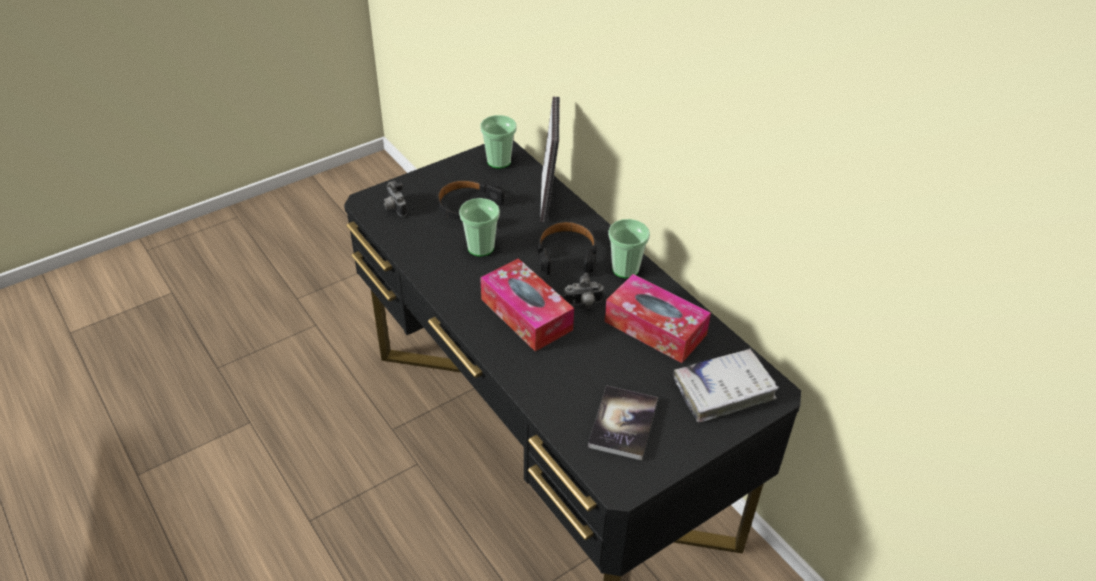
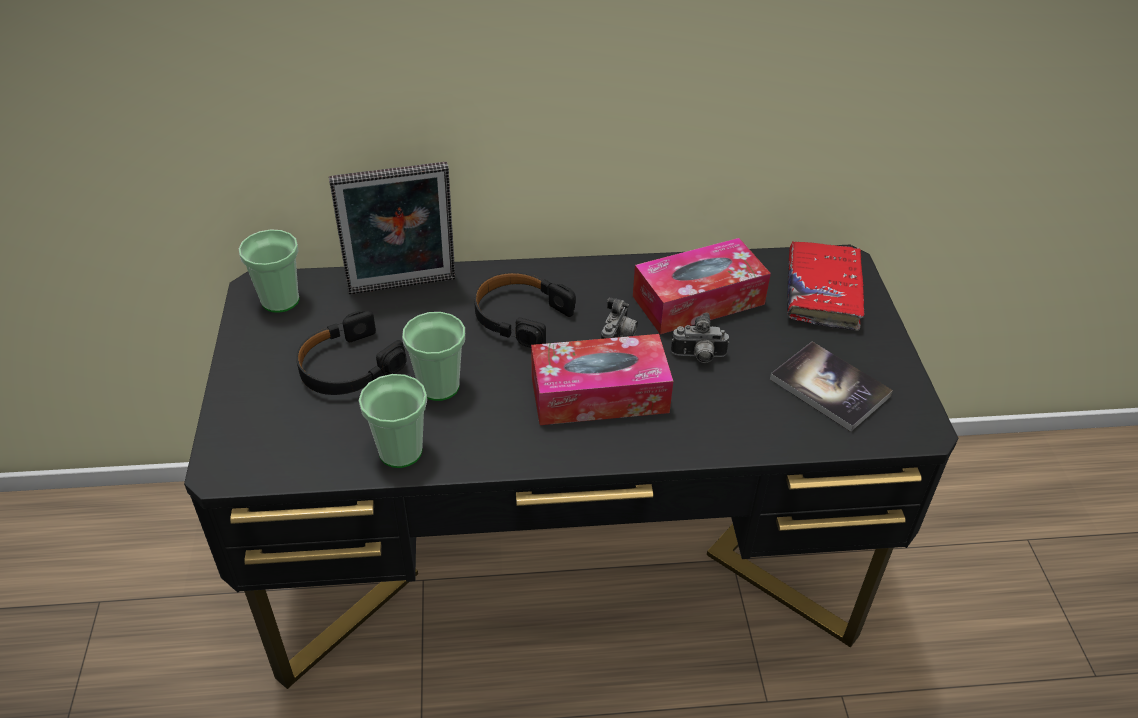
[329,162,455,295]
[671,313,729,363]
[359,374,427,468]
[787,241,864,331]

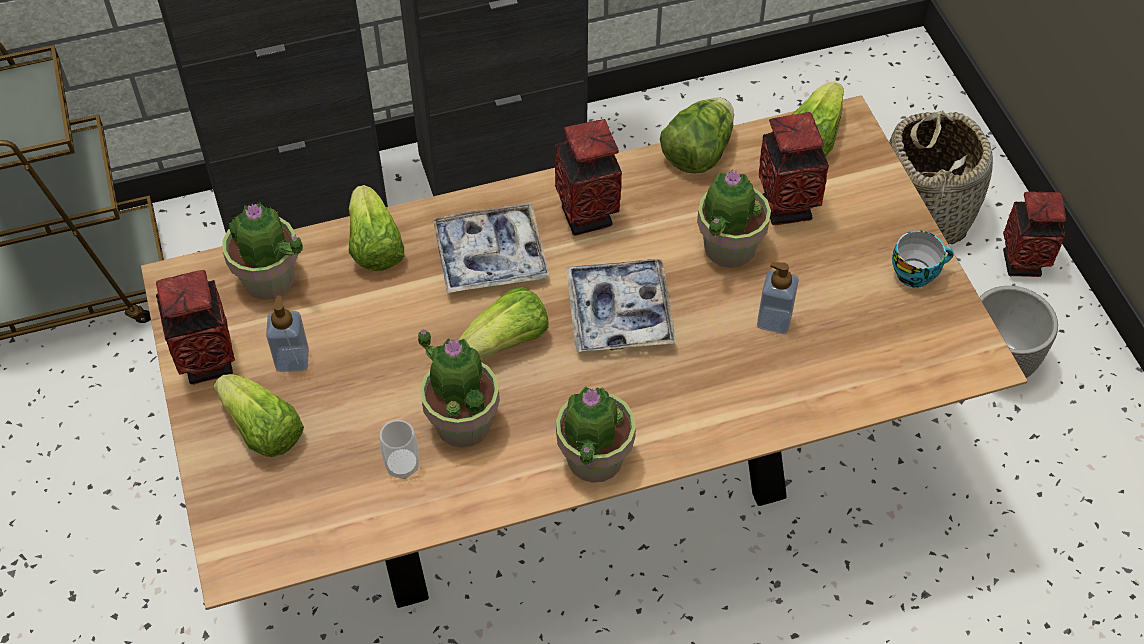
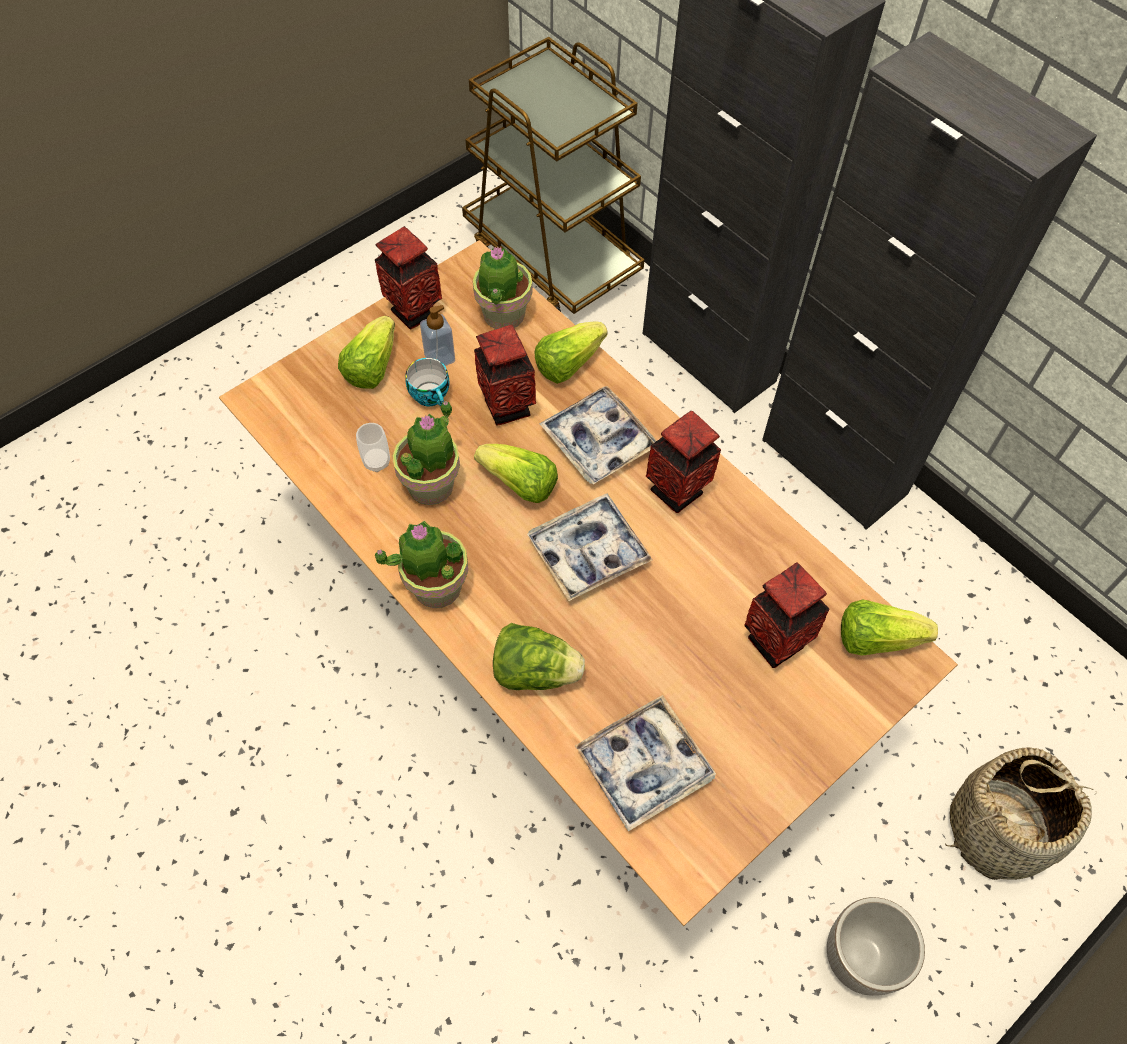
[493,623,585,690]
[697,169,771,268] (first image)
[474,325,536,426]
[405,358,450,406]
[757,262,799,334] (first image)
[575,695,716,832]

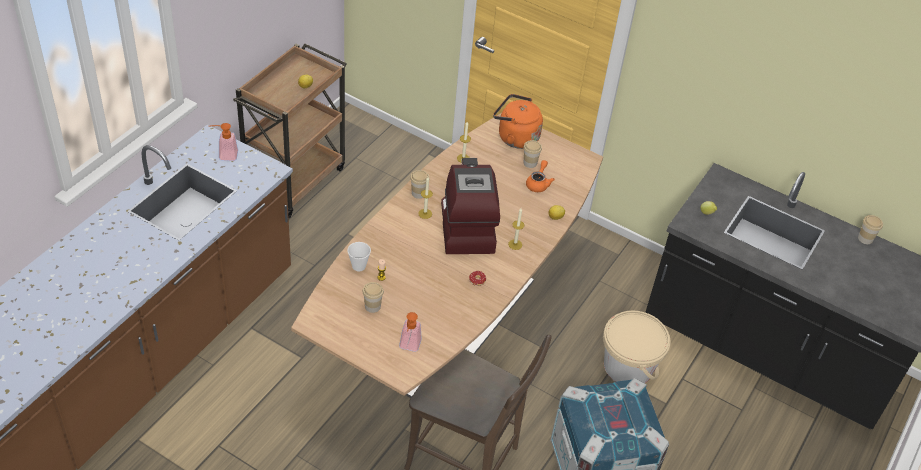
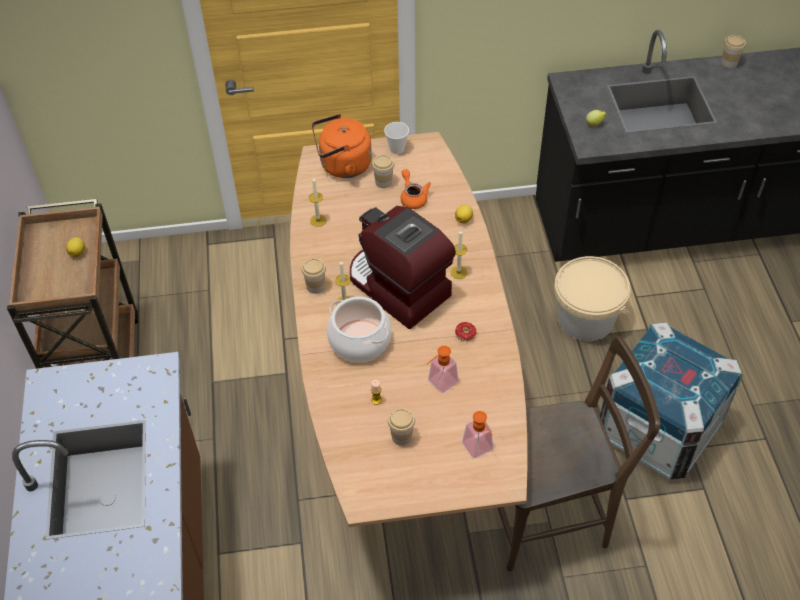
[427,346,459,393]
[384,122,409,154]
[327,296,391,362]

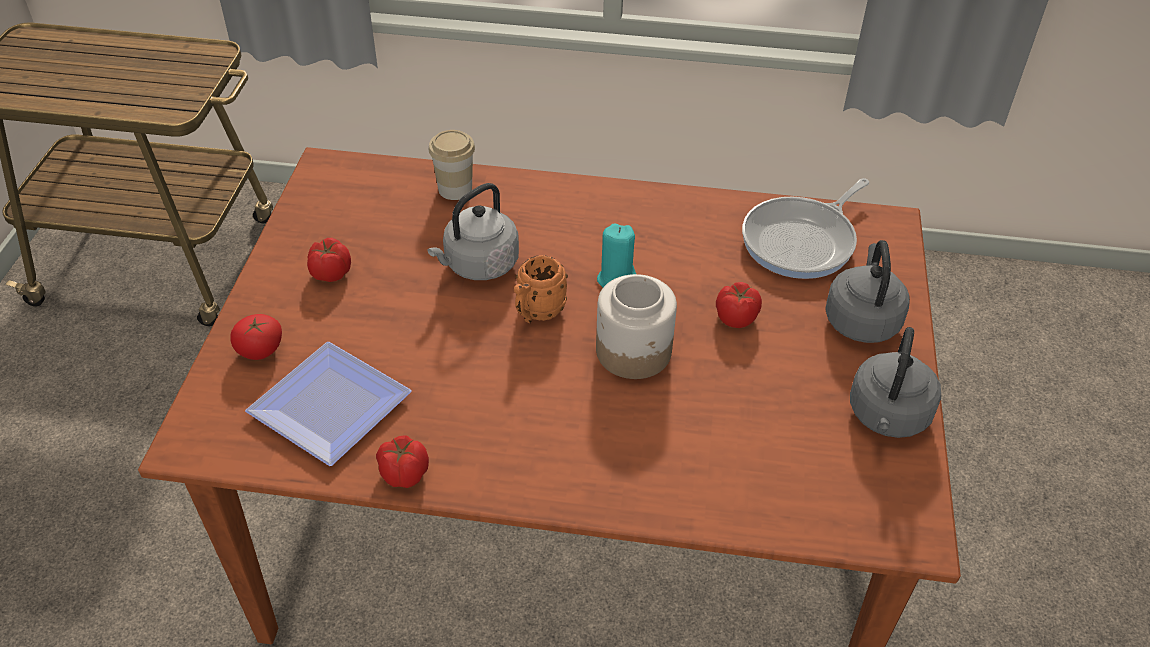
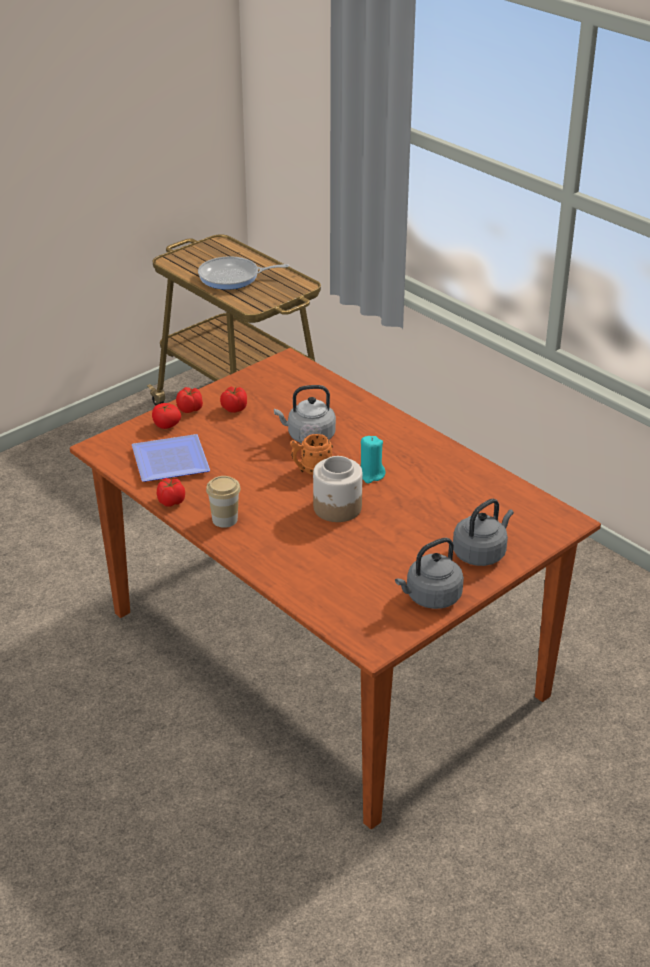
[206,476,240,528]
[198,257,289,290]
[176,387,203,413]

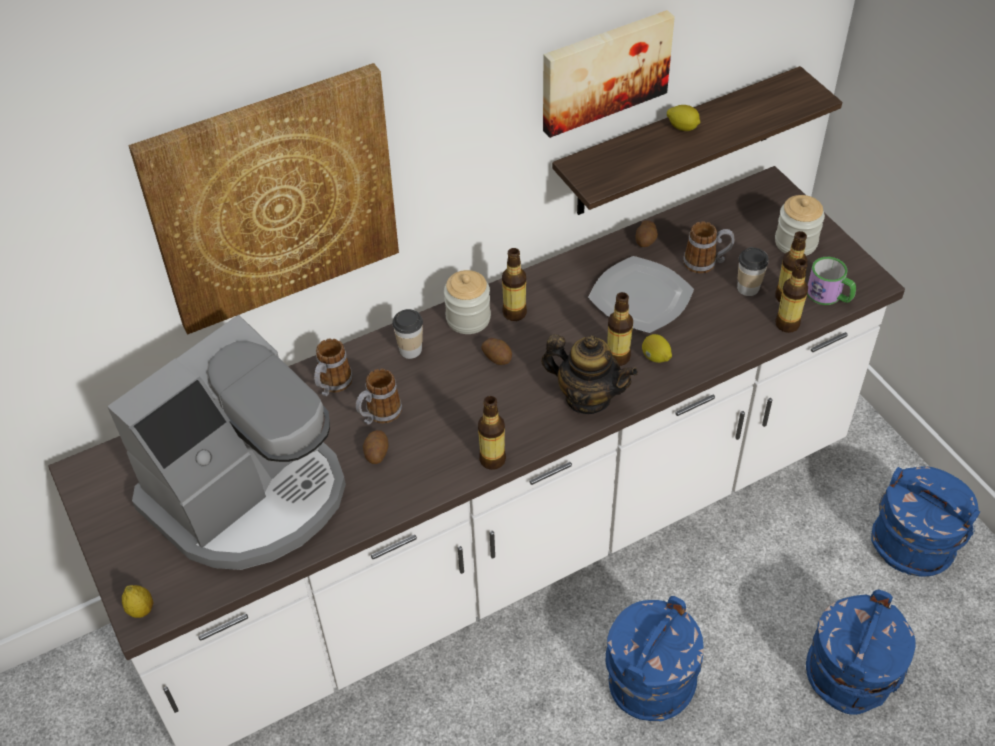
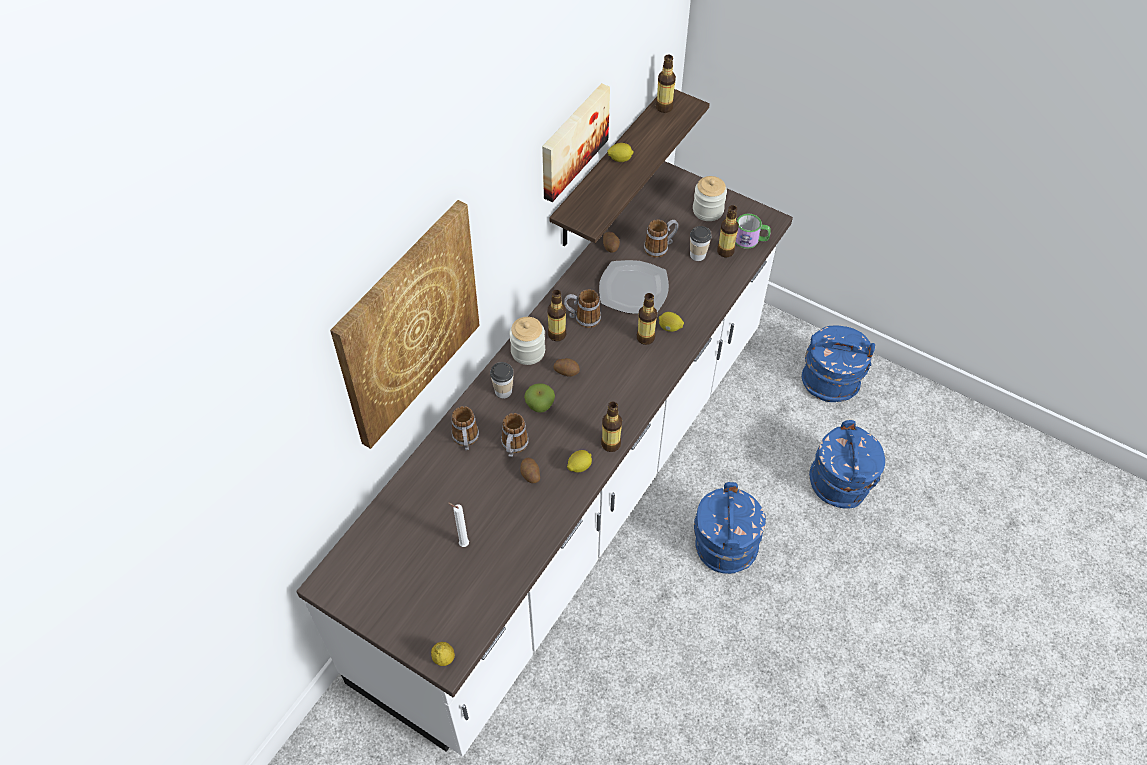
[656,55,676,113]
[448,502,469,547]
[541,334,638,414] (first image)
[564,289,601,328]
[524,383,555,413]
[567,450,592,472]

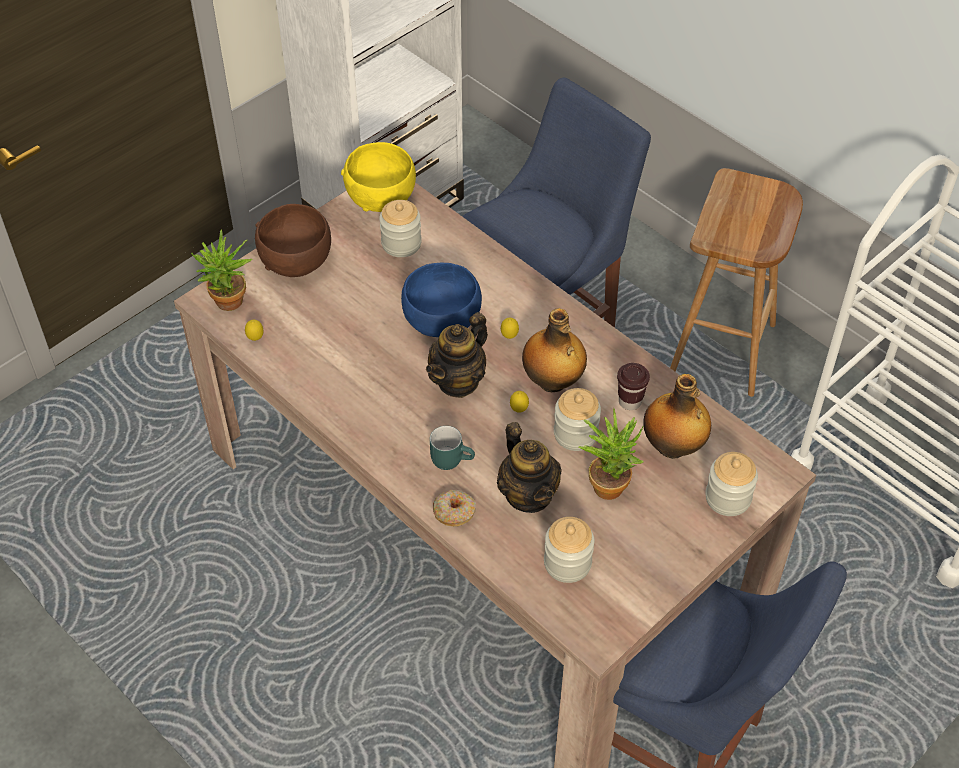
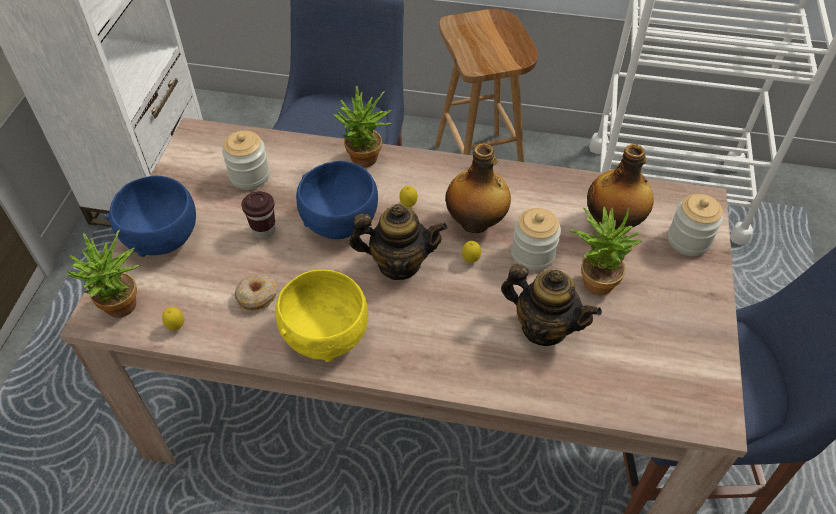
[275,270,368,362]
[106,176,196,257]
[349,204,447,280]
[241,191,275,239]
[430,426,475,470] (first image)
[235,275,277,310]
[544,517,595,583] (first image)
[333,85,392,168]

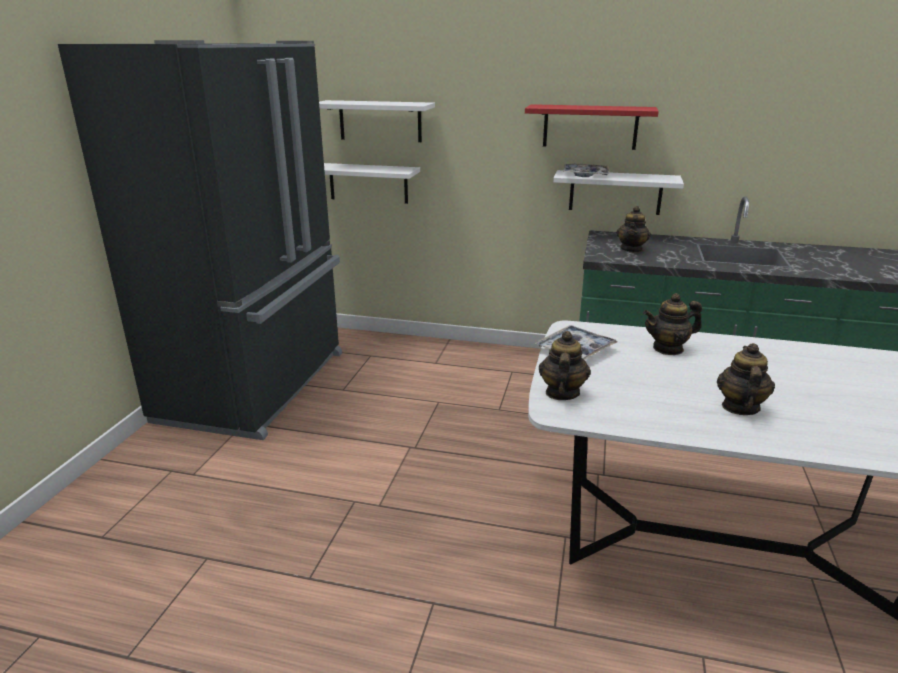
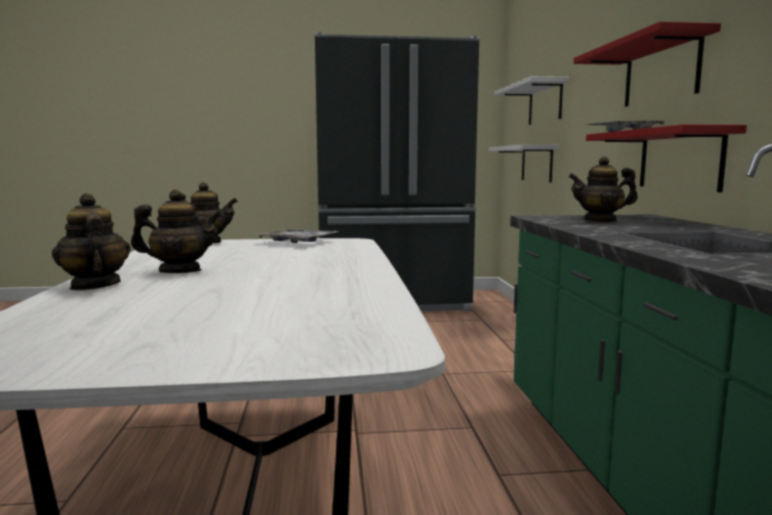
[586,124,747,192]
[52,193,131,290]

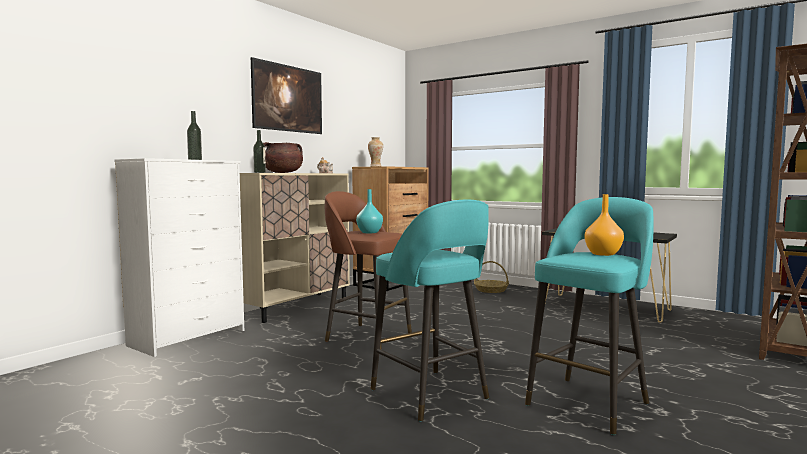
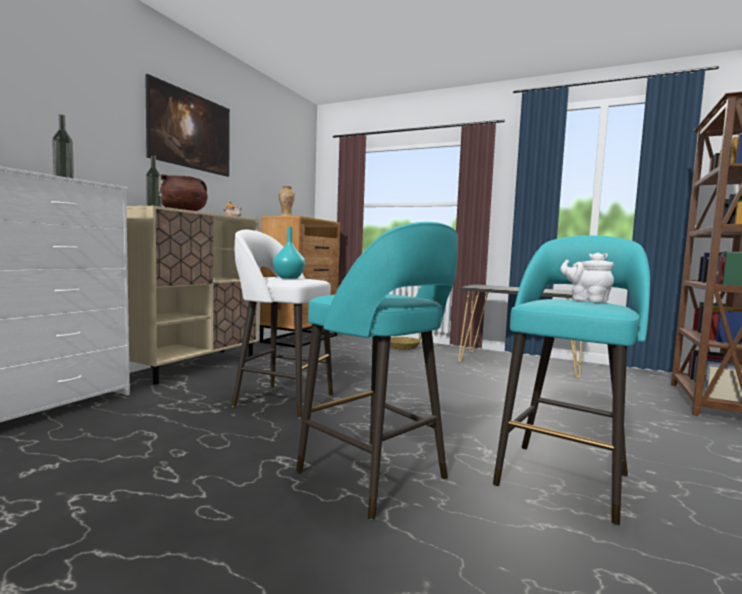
[231,230,333,418]
[560,252,614,302]

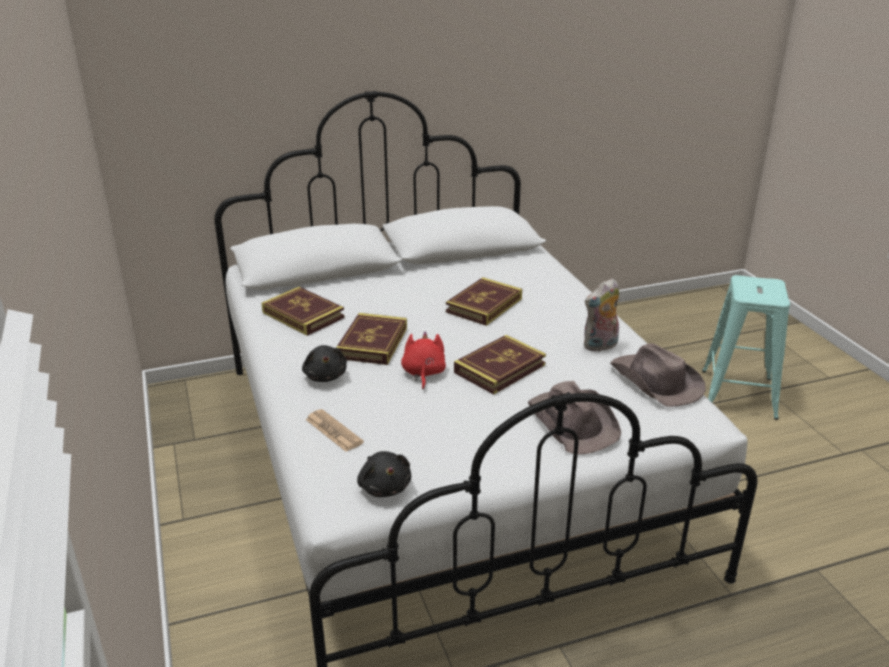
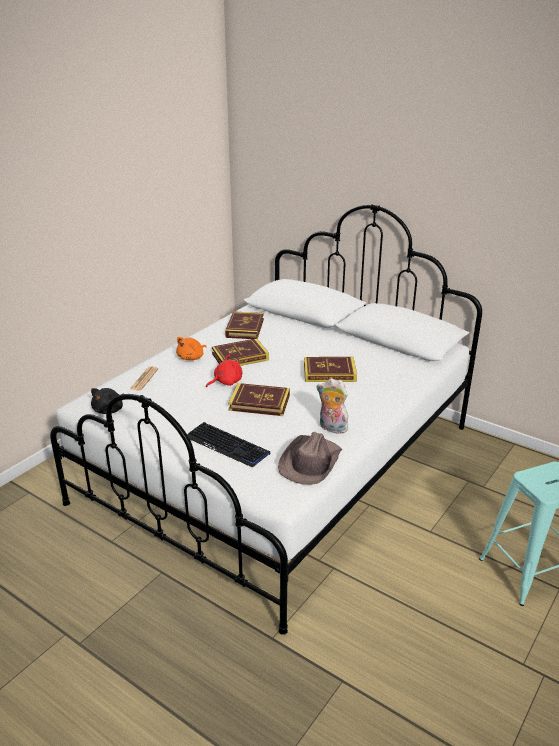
[176,337,207,360]
[187,422,270,468]

